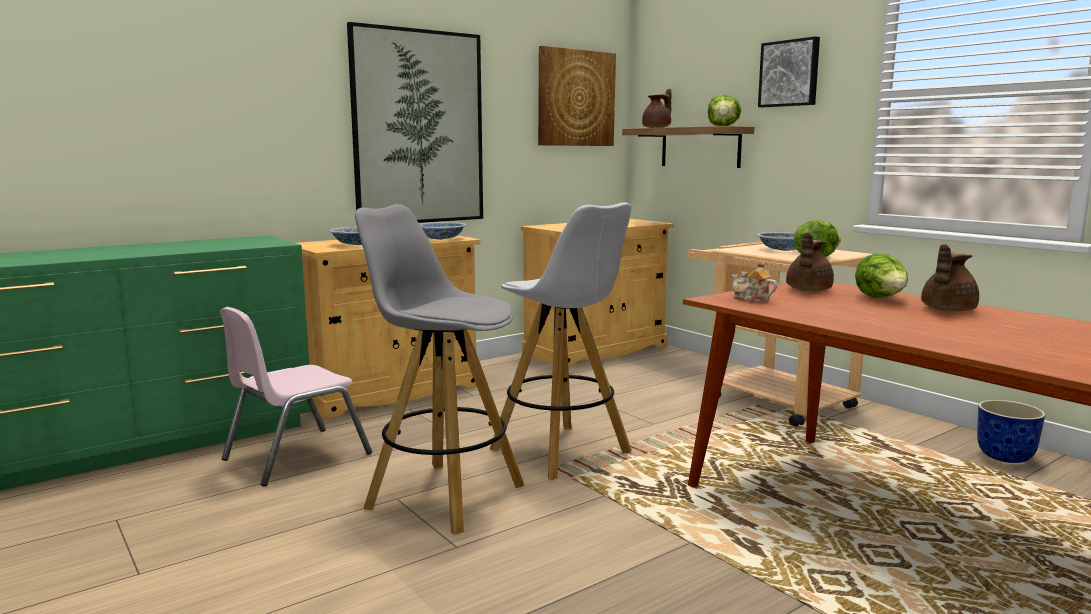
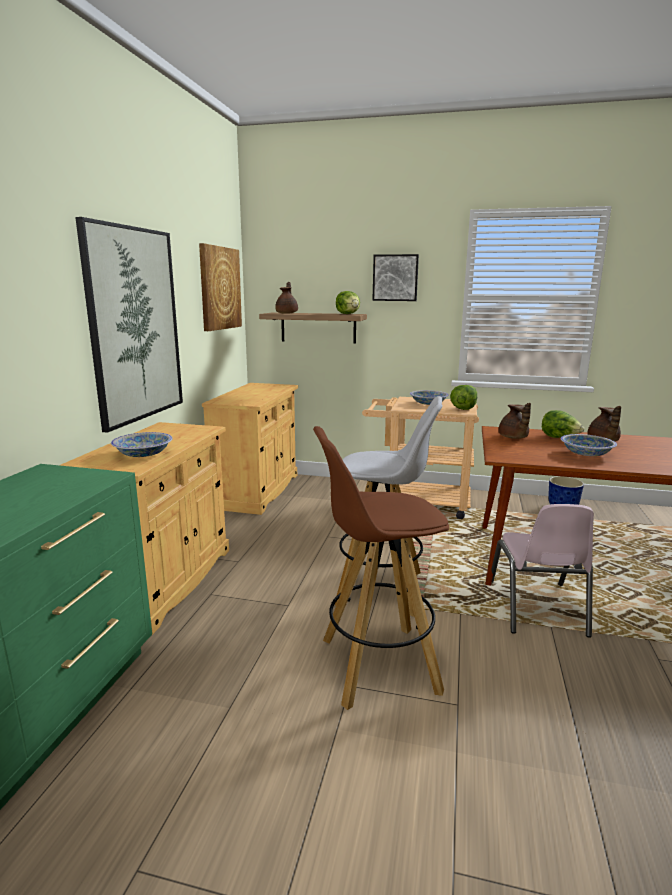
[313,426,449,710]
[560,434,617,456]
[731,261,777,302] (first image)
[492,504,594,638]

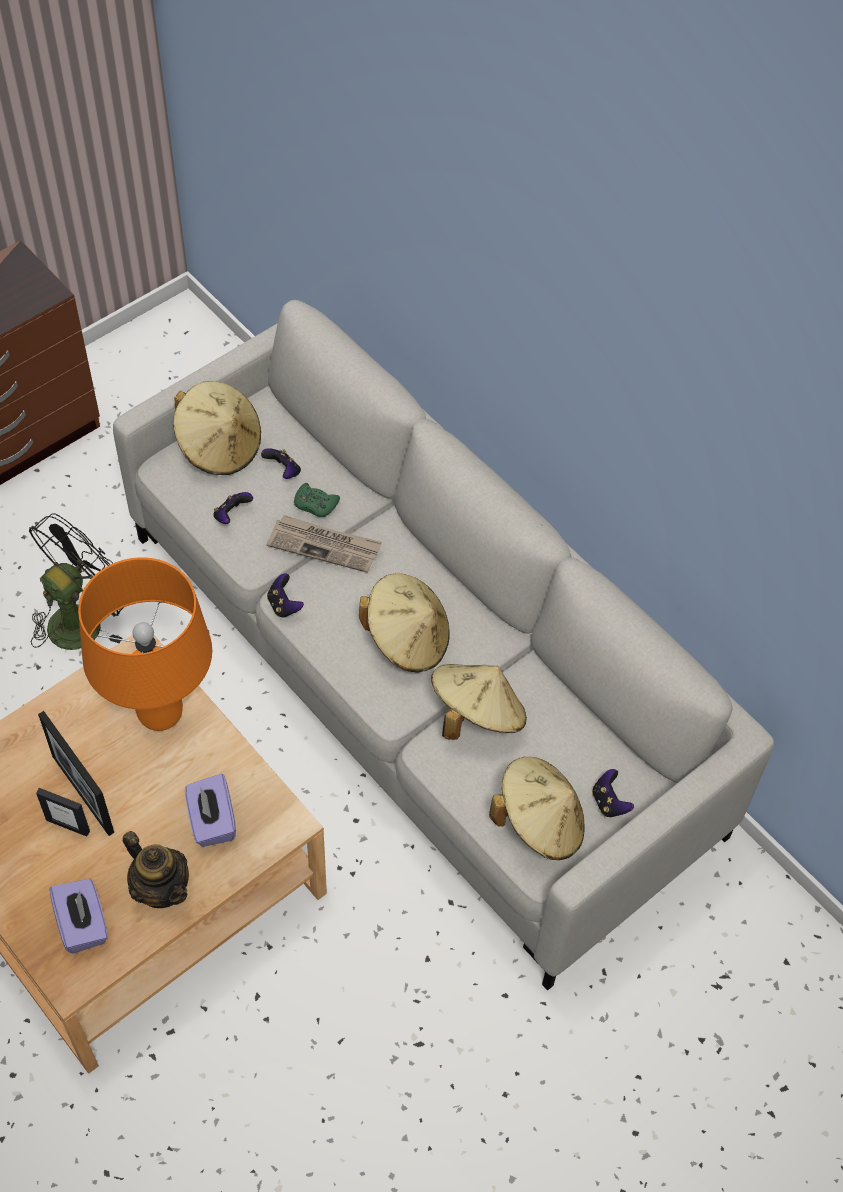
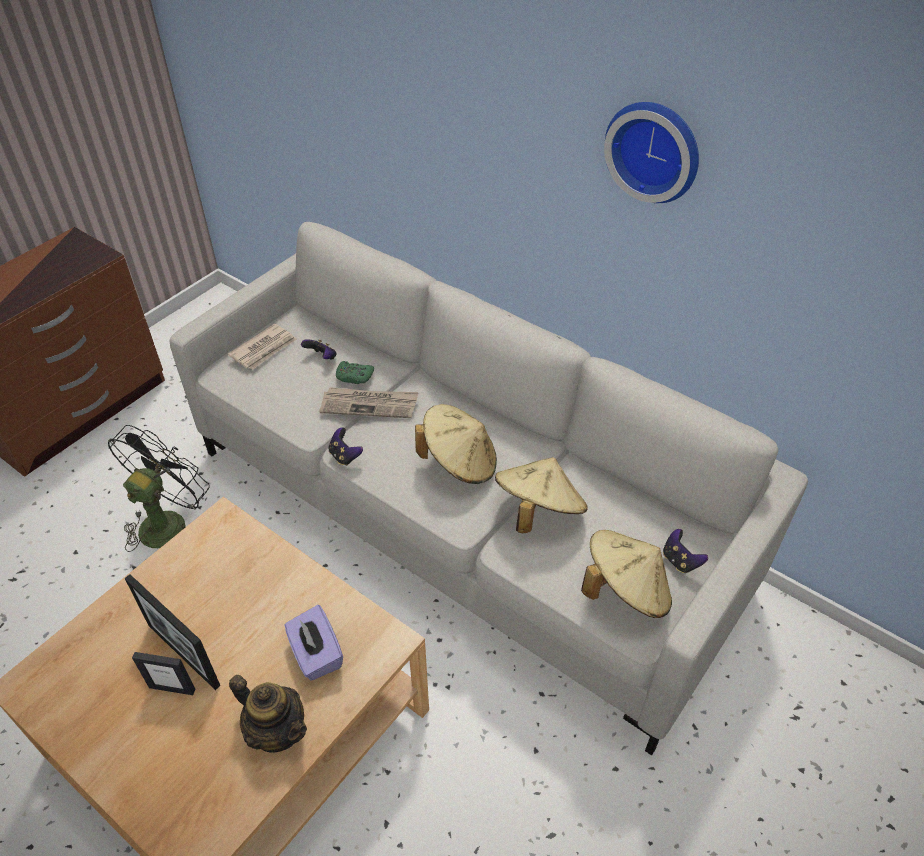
[228,324,297,370]
[213,492,253,524] (first image)
[78,557,212,731] (first image)
[50,879,108,954] (first image)
[604,102,699,203]

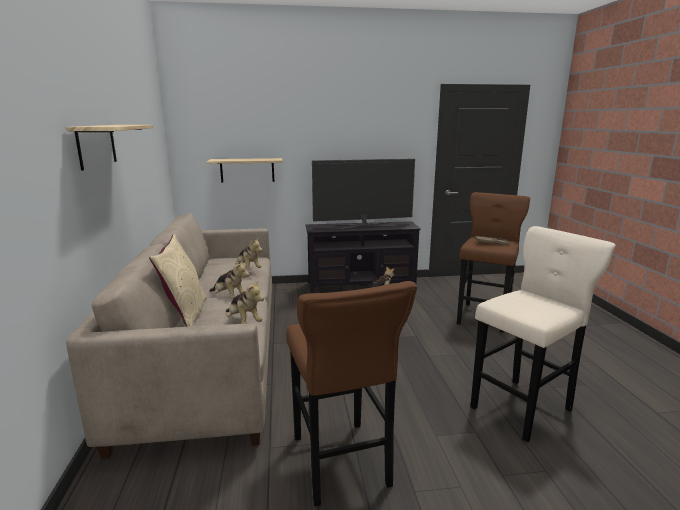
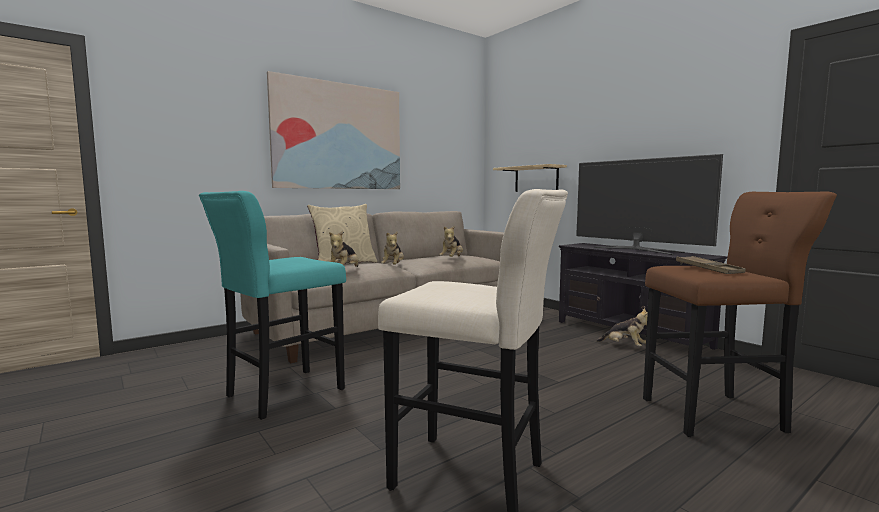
[267,71,400,189]
[199,191,346,420]

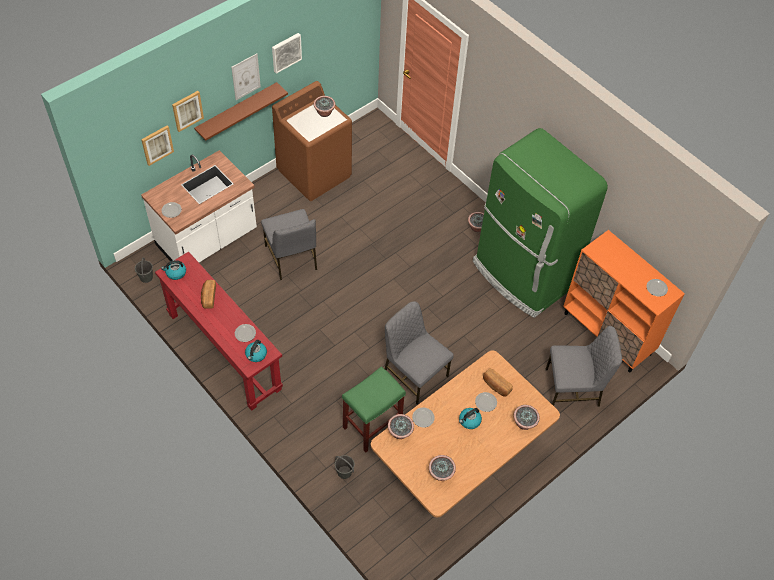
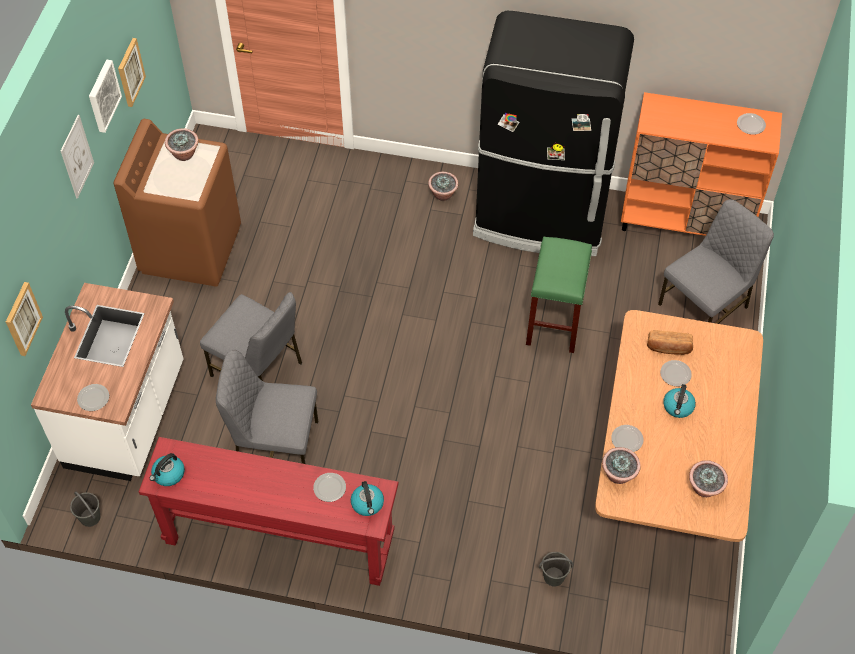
[194,82,288,141] (first image)
[118,38,146,107]
[473,11,634,256]
[201,280,216,309] (first image)
[216,350,318,464]
[526,237,592,353]
[514,405,540,430] (first image)

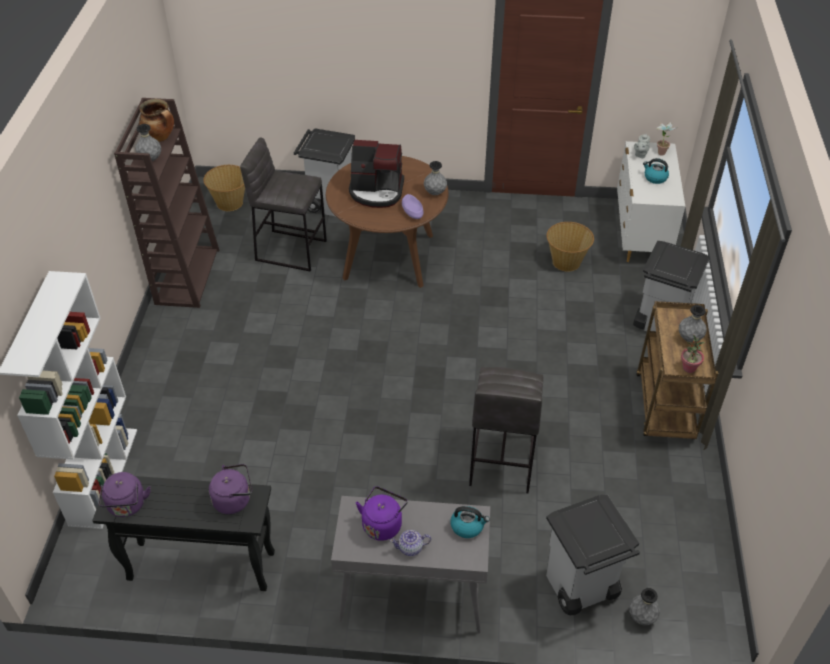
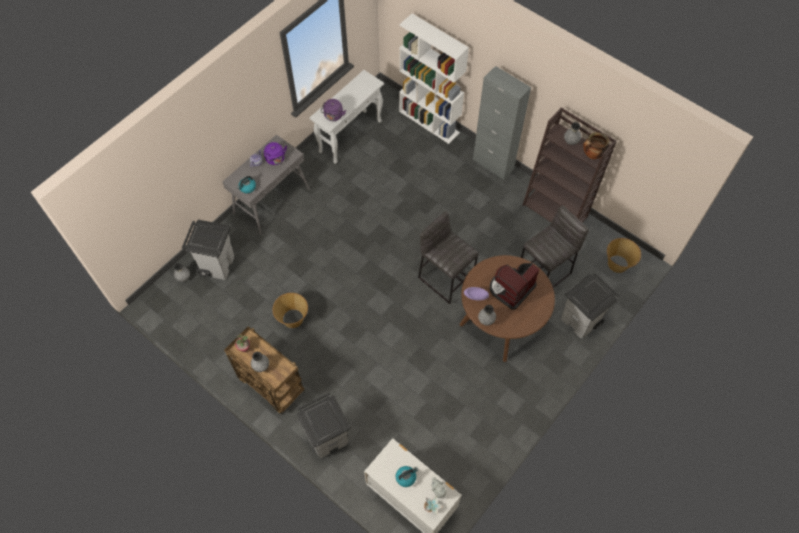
[273,293,308,328]
[418,211,478,304]
[98,472,151,517] (first image)
[310,70,384,164]
[473,66,531,180]

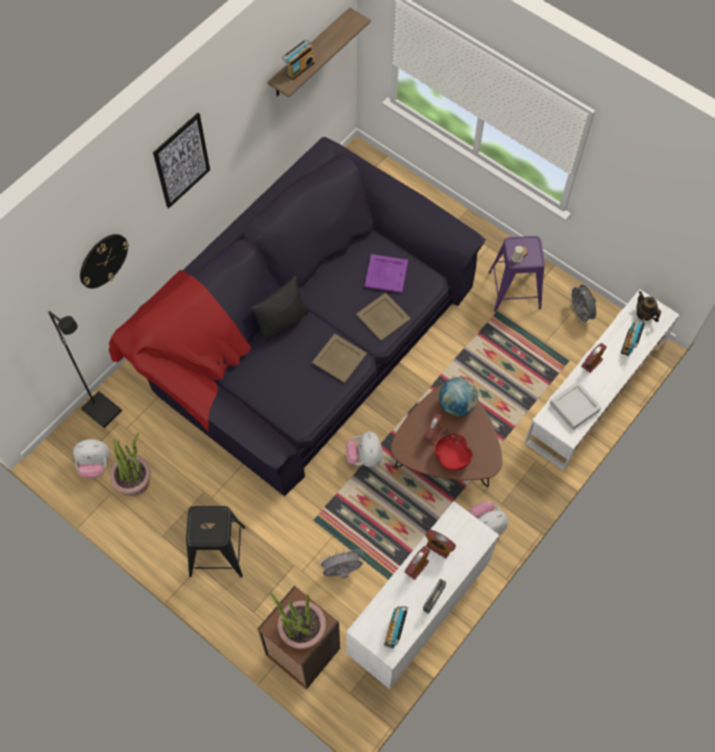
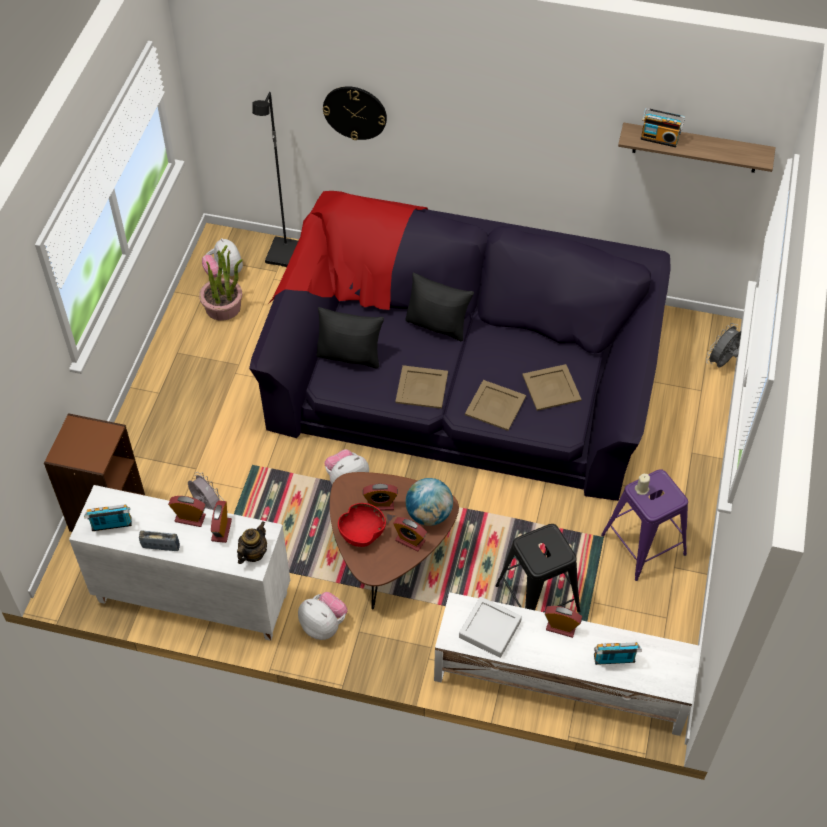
[153,113,210,208] (first image)
[522,364,582,411]
[706,323,741,367]
[237,521,267,564]
[496,524,580,613]
[270,592,326,649] (first image)
[317,307,384,369]
[393,517,427,552]

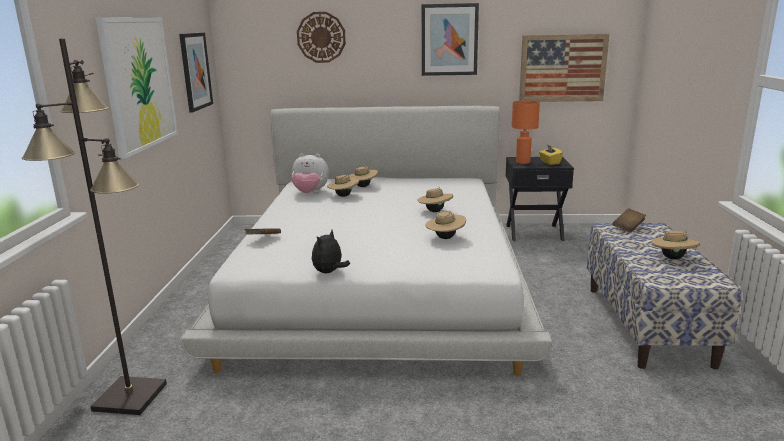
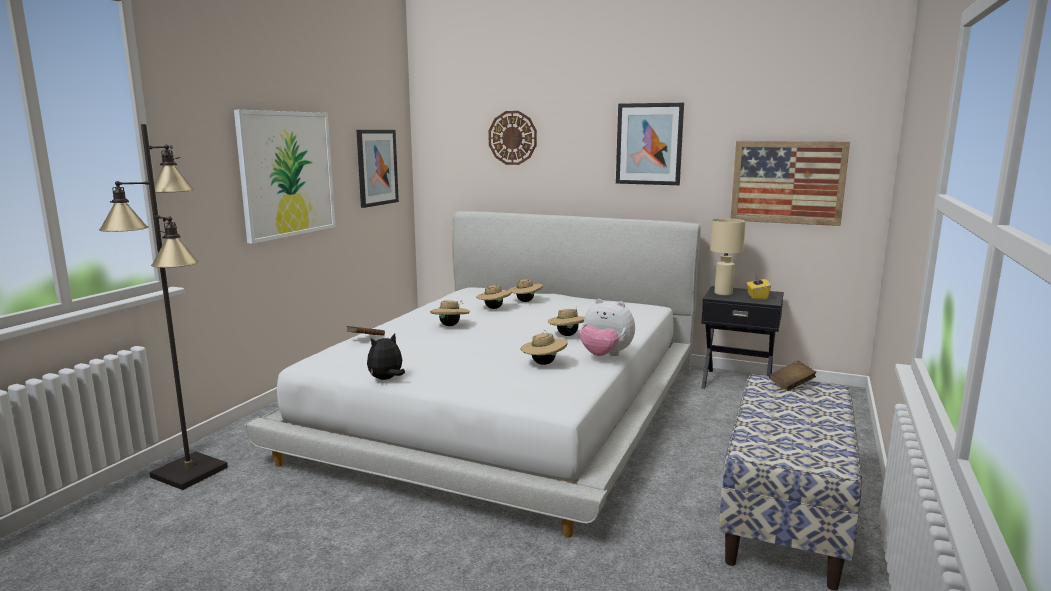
[710,218,746,295]
[580,299,635,356]
[430,300,470,326]

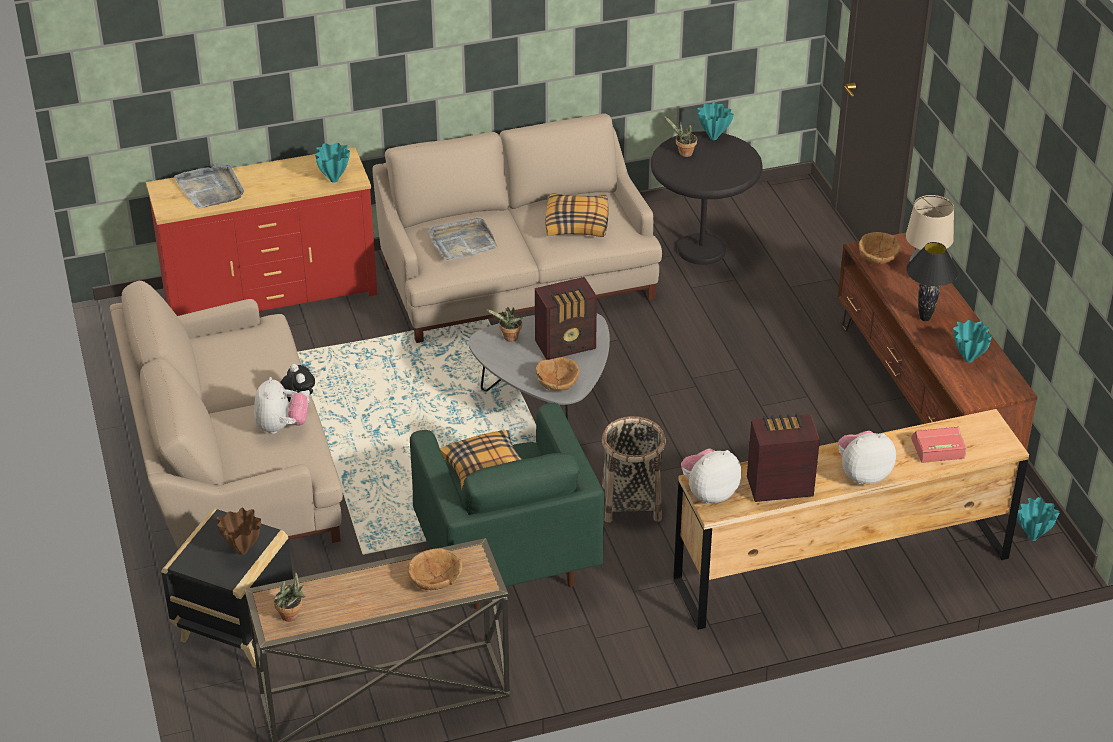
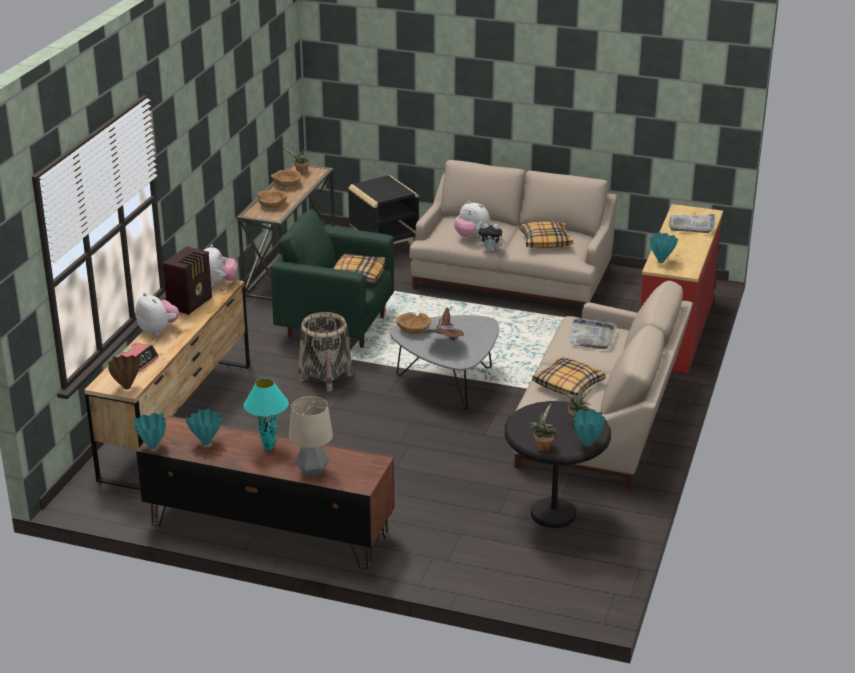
[271,169,301,187]
[244,378,289,450]
[423,307,464,337]
[529,403,557,452]
[136,293,179,336]
[134,413,166,449]
[108,355,141,390]
[519,221,573,248]

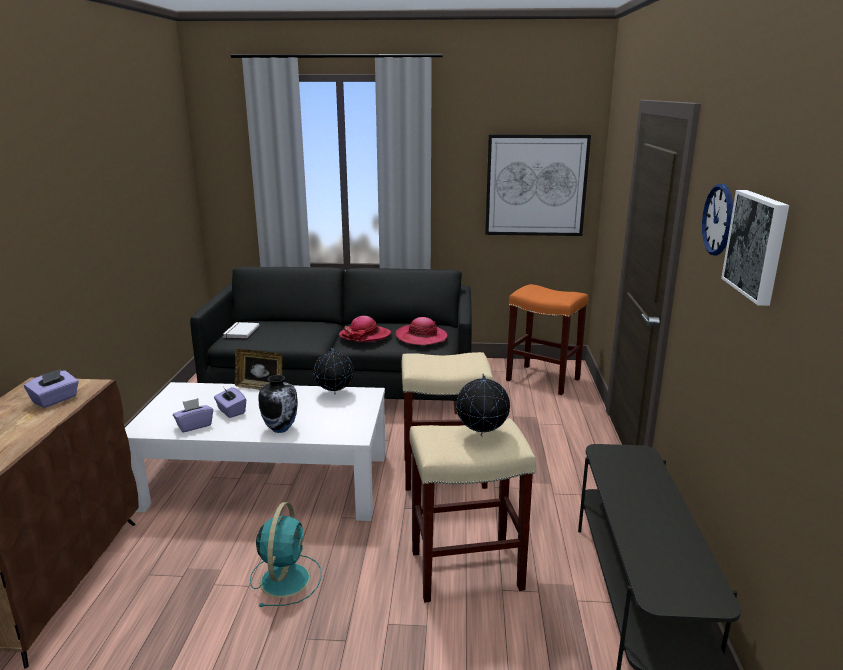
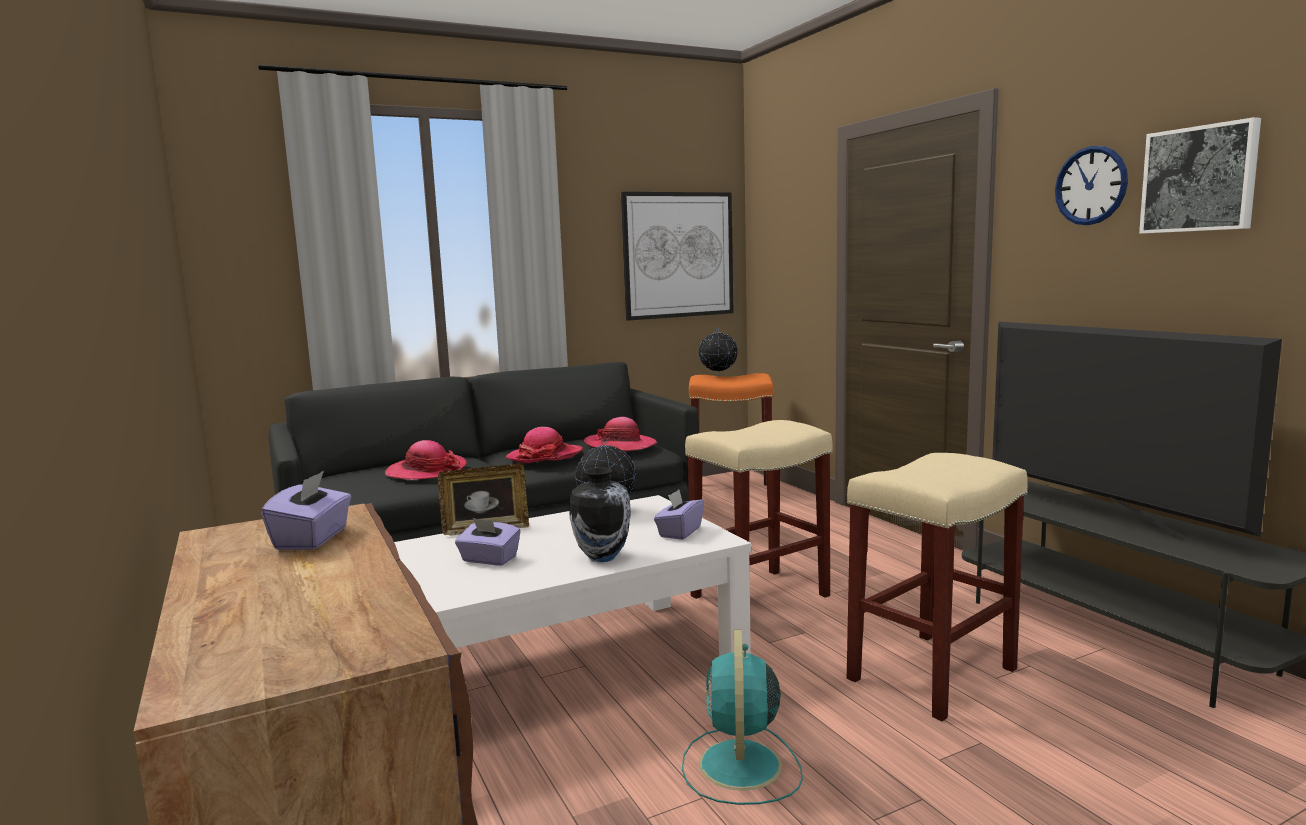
[223,322,259,338] (first image)
[699,328,738,377]
[654,490,704,540]
[682,630,803,805]
[992,322,1282,543]
[385,440,467,480]

